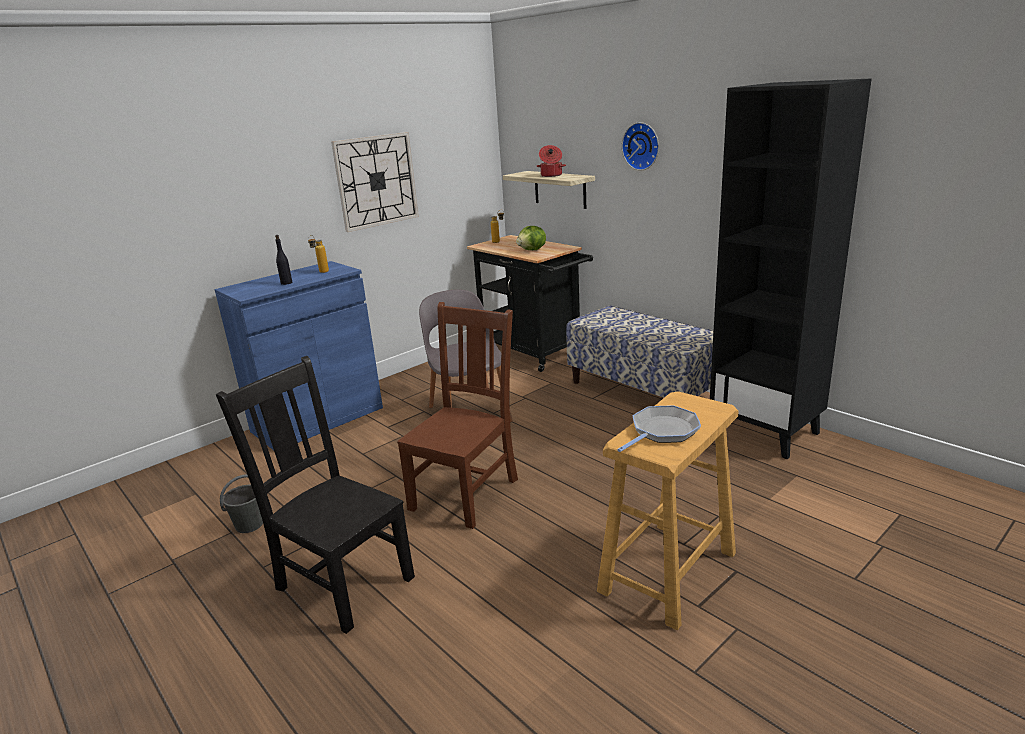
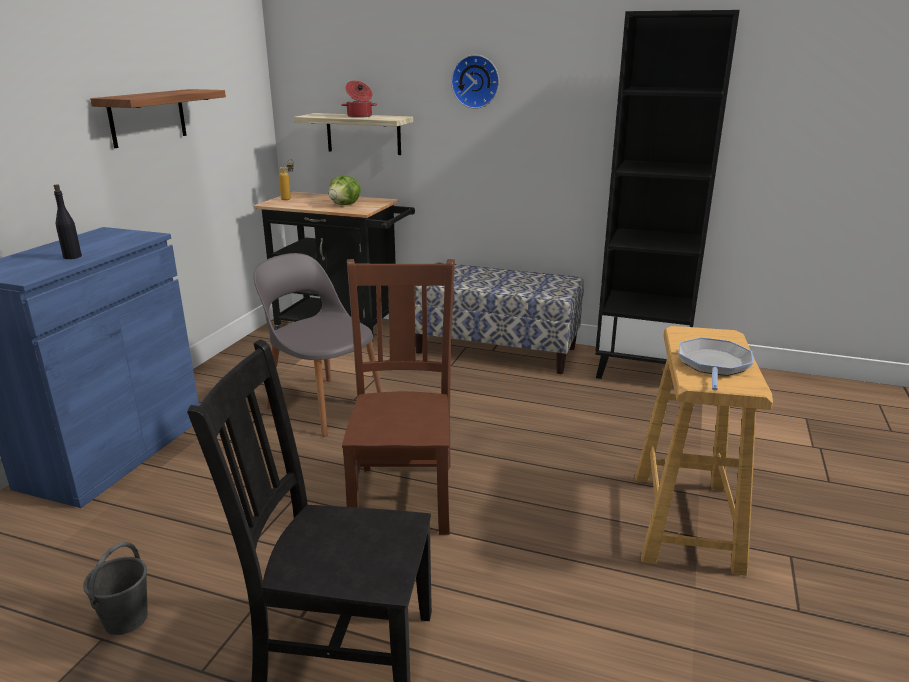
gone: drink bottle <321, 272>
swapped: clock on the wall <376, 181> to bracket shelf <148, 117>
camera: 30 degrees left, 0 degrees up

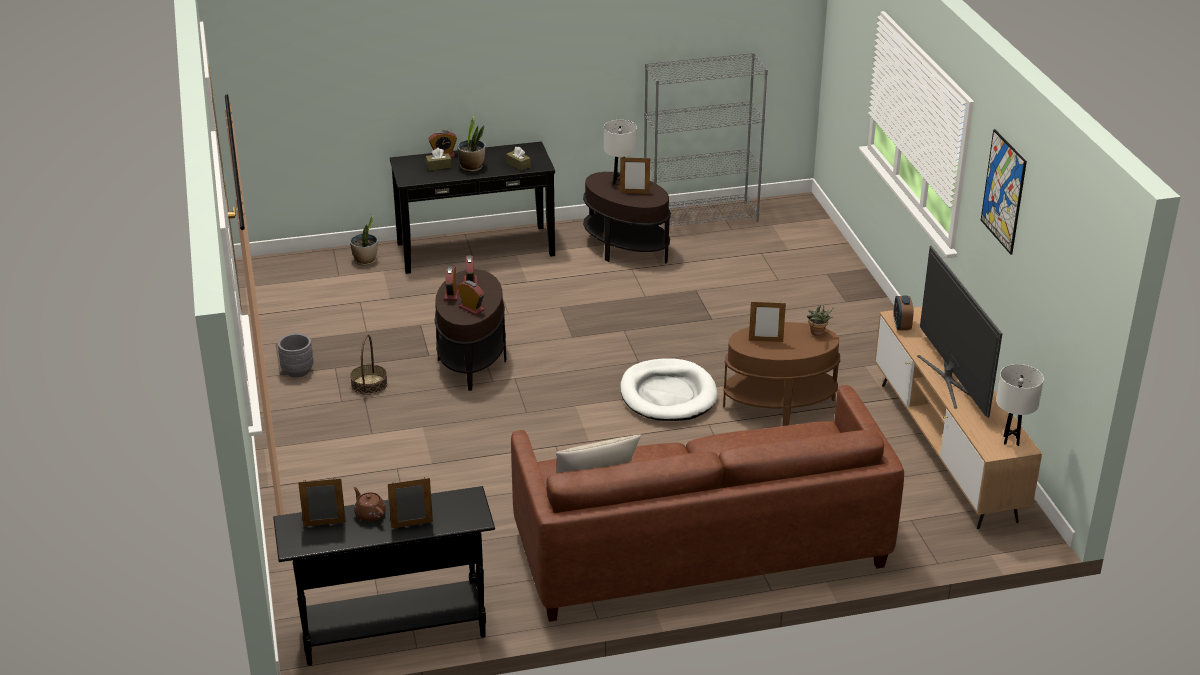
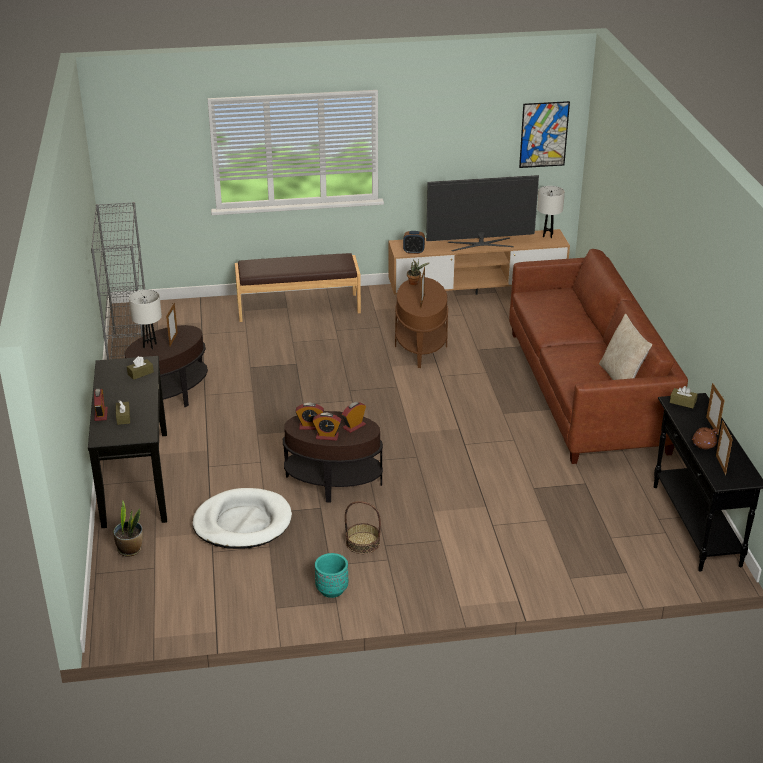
gone: houseplant <472, 167>
new: brown-coloured bench <298, 307>; brown-coloured box of tissues <682, 402>
shifted: white dog bed <668, 394> to <242, 522>; wall art <1003, 191> to <544, 134>
repainted: greyish flower pot <297, 371> to blue-green flower pot <331, 590>
camera: 85 degrees left, 0 degrees up

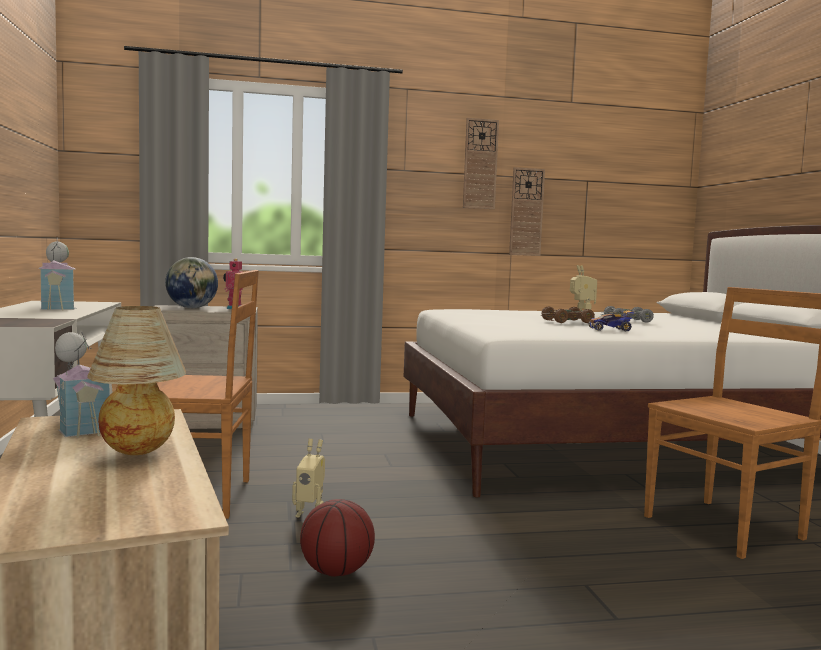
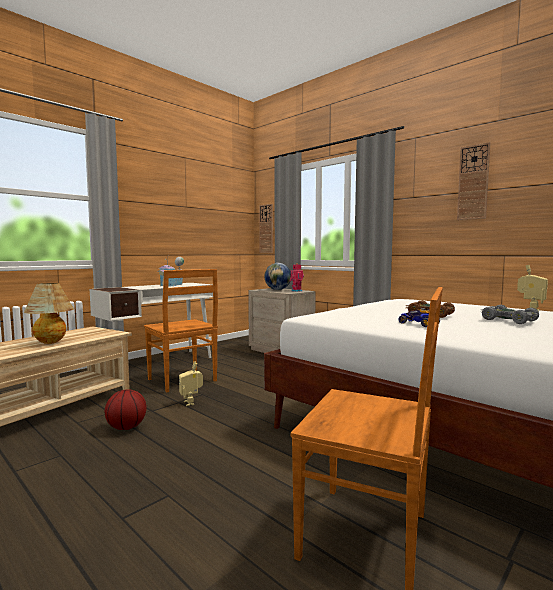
gone: model house <81, 426>
shifted: clock on the wall <526, 212> to <266, 228>
camera: 55 degrees right, 0 degrees up

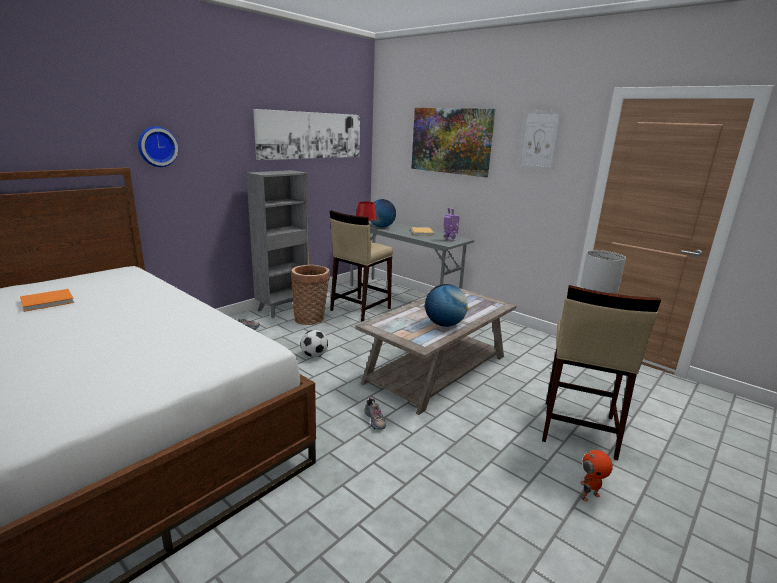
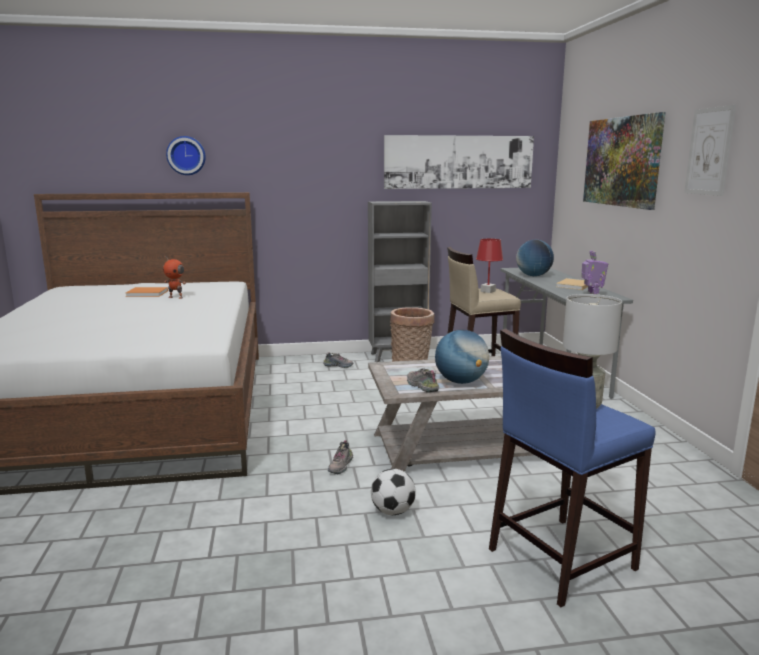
new: shoe <421, 386>
shifted: model robot <589, 495> to <176, 297>; clock on the wall <157, 146> to <186, 155>; ball for football <314, 355> to <393, 511>
repainted: beige-coloured stool seat <577, 429> to blue stool seat <559, 558>
camera: 40 degrees right, 5 degrees down

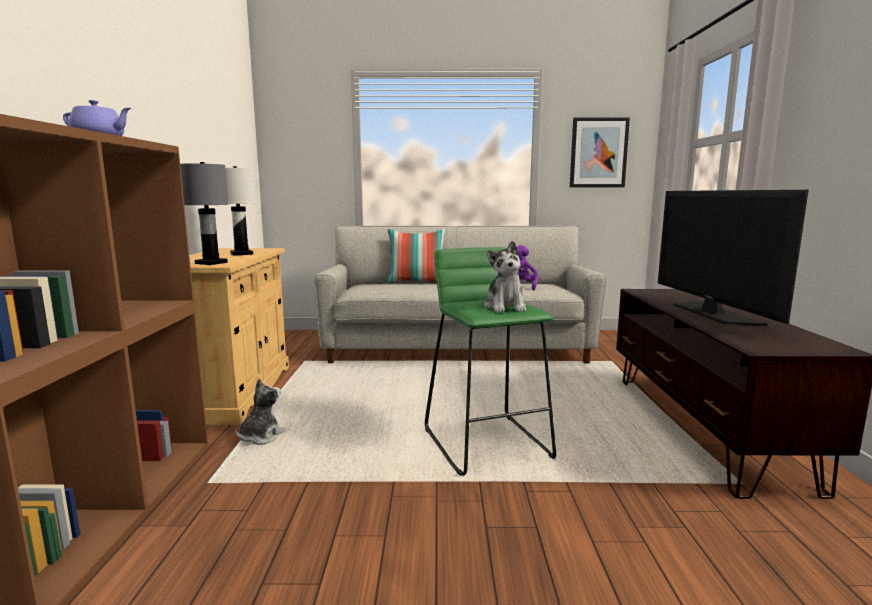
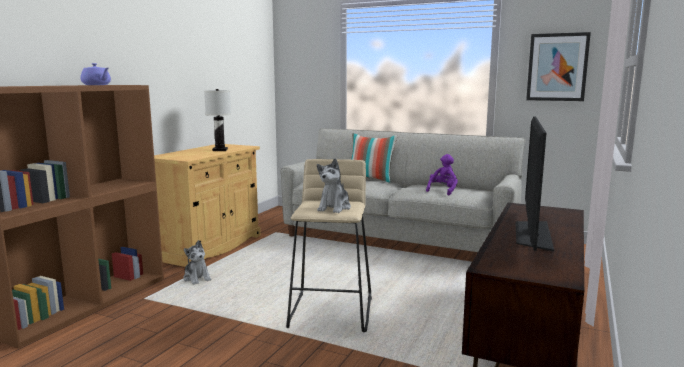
gone: greyish tabletop lamp <211, 263>
repainted: green stool seat <487, 443> to beige-coloured stool seat <331, 312>
rotated: cuddly toy <261, 437> = <197, 278> 90 degrees clockwise
camera: 25 degrees right, 0 degrees up

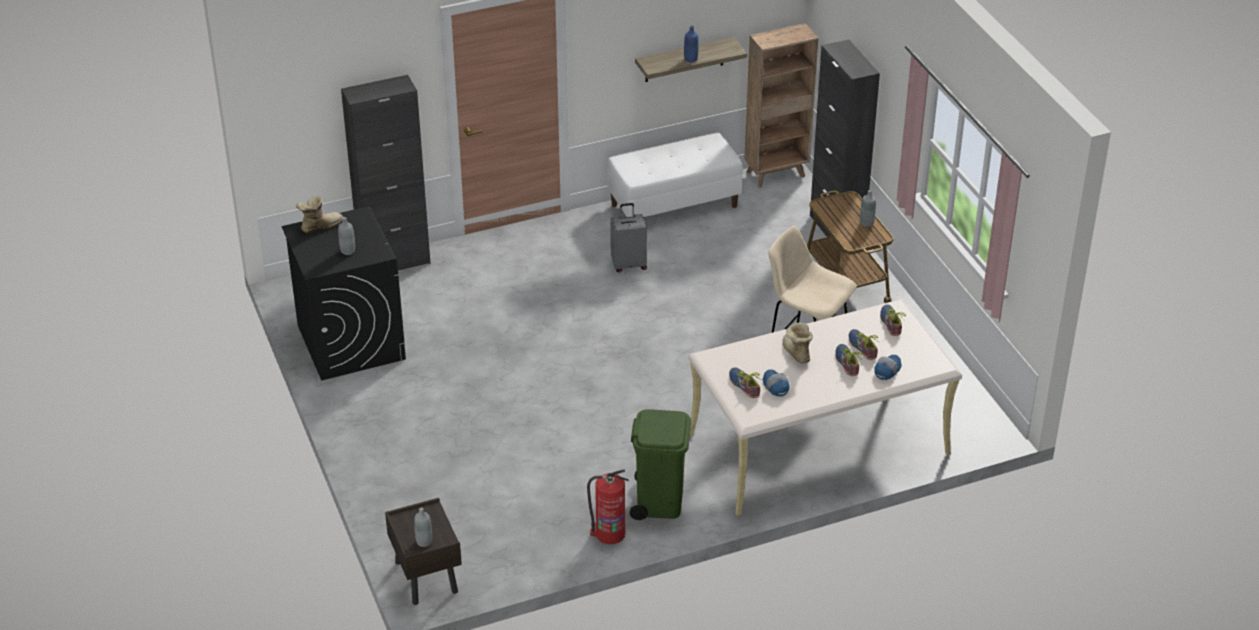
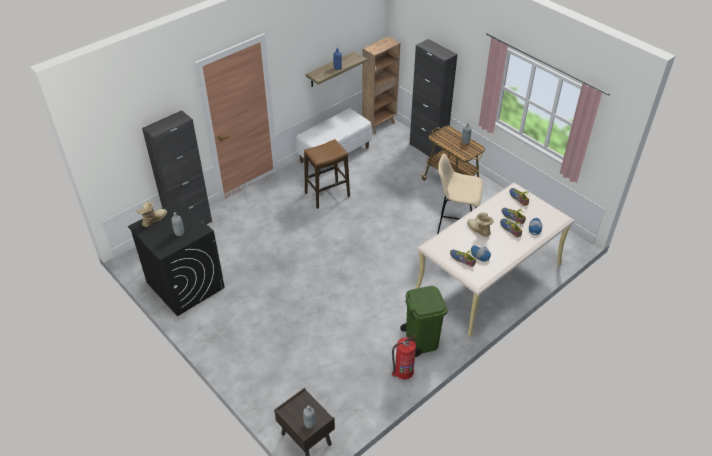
swapped: greyish travel case <629, 264> to stool seat <327, 194>
camera: 20 degrees left, 5 degrees up

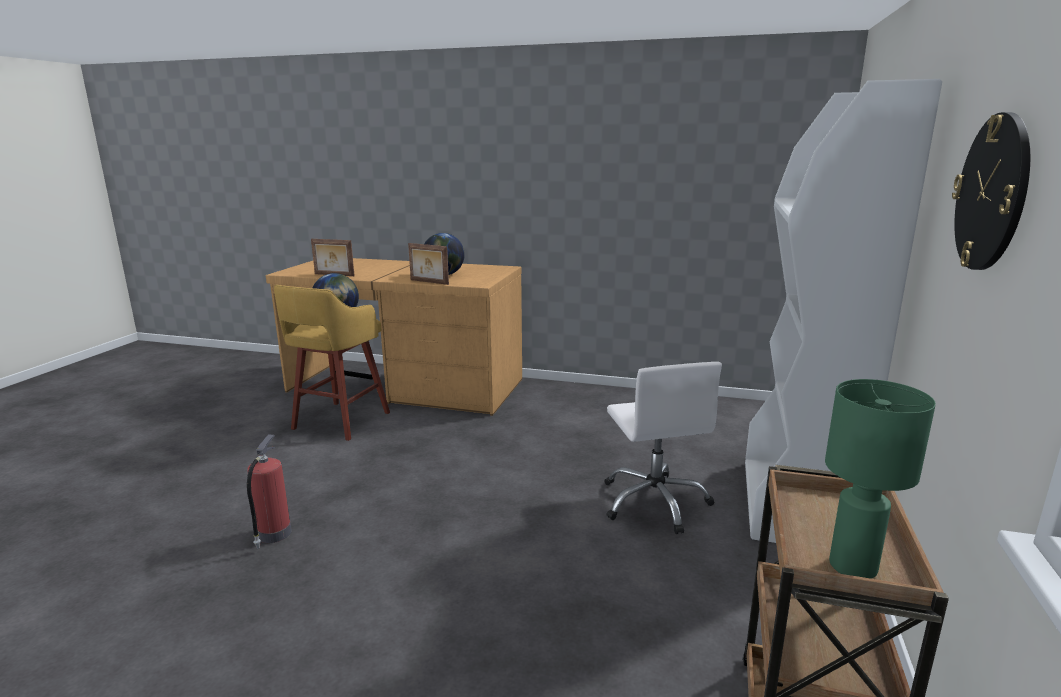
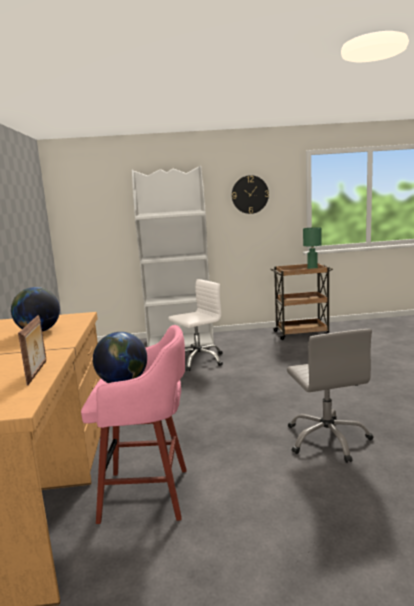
gone: standing frame <428, 282>
swapped: fire extinguisher <273, 534> to greyish computer chair <327, 439>
repainted: yellow-coloured stool seat <339, 422> to pink stool seat <148, 495>
camera: 110 degrees left, 5 degrees down

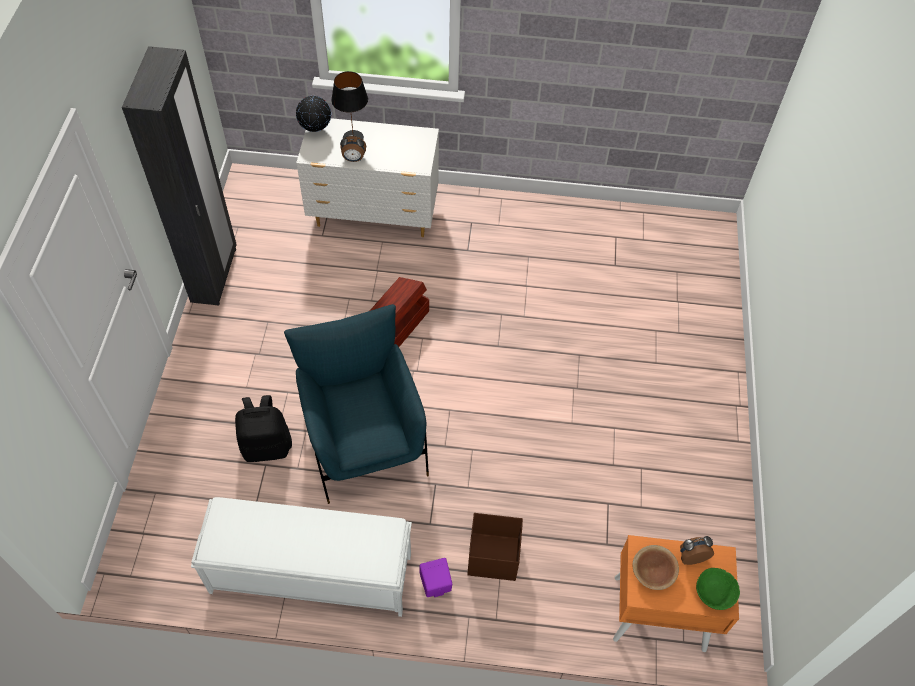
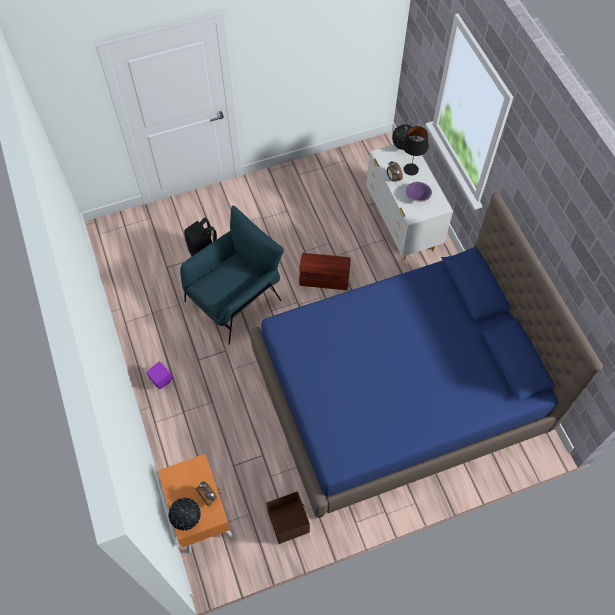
gone: black armoire <214, 275>; white bench <309, 573>; brown-coloured deep dish <653, 572>
new: blue sleeping bed <399, 391>; purplish deep dish <417, 196>
shifted: brown-coloured storage container <492, 556> to <288, 521>
swapped: green deep dish <713, 595> to globe <187, 519>
camera: 65 degrees right, 5 degrees up

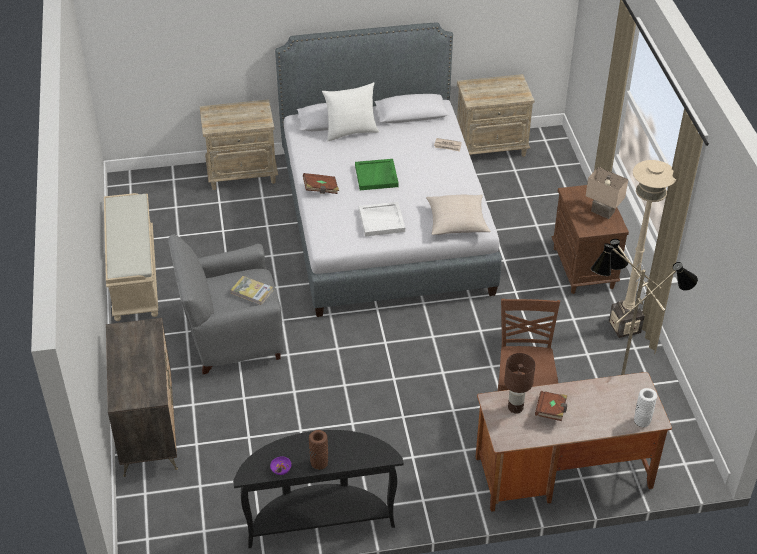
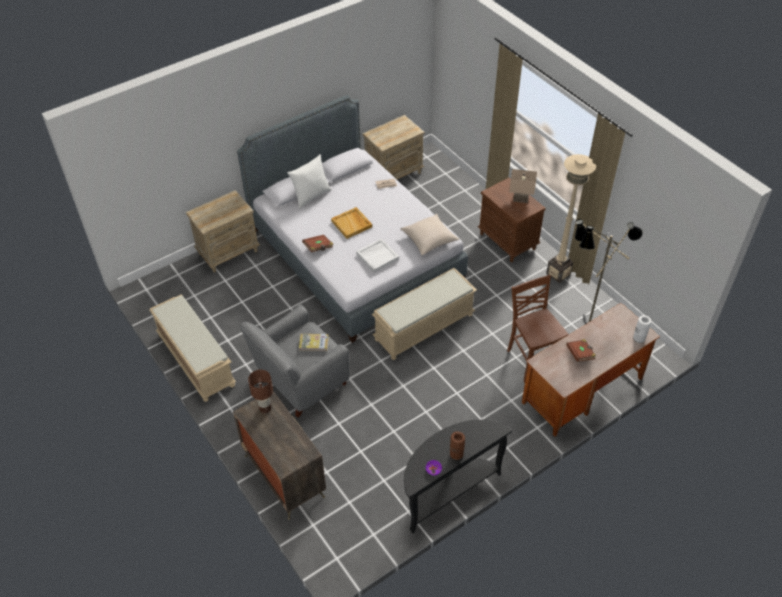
new: beige-coloured bench <424, 326>
shifted: brown-coloured tabletop lamp <515, 408> to <265, 408>
repainted: green tray <377, 176> to beige-coloured tray <352, 224>
camera: 25 degrees left, 5 degrees up

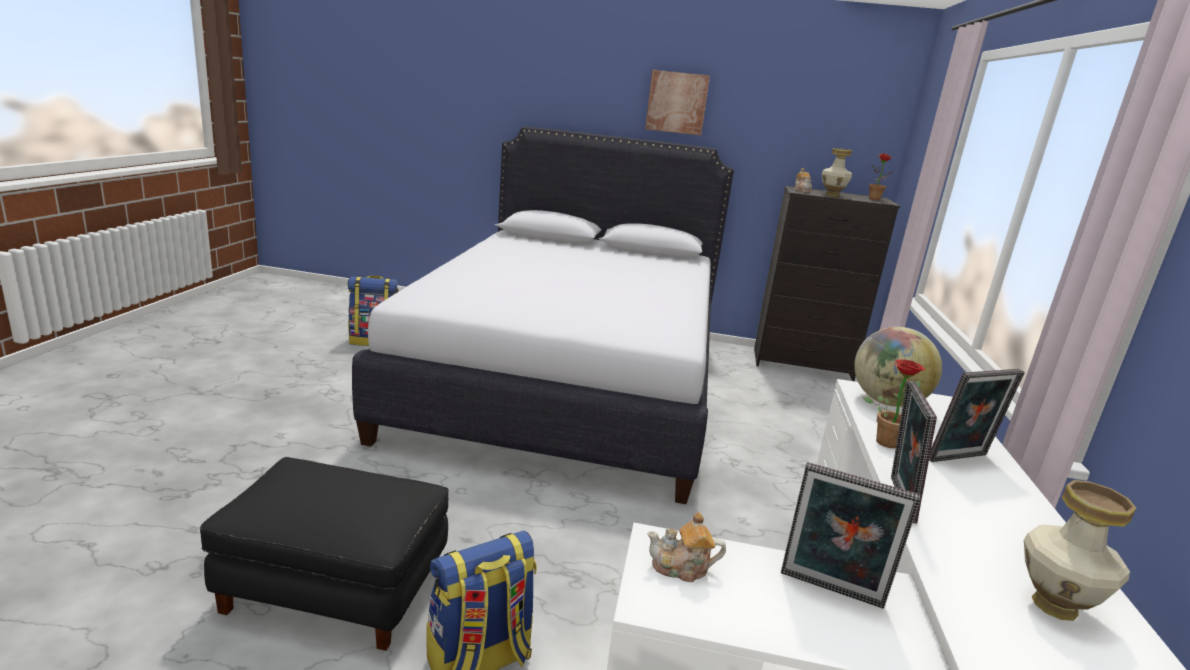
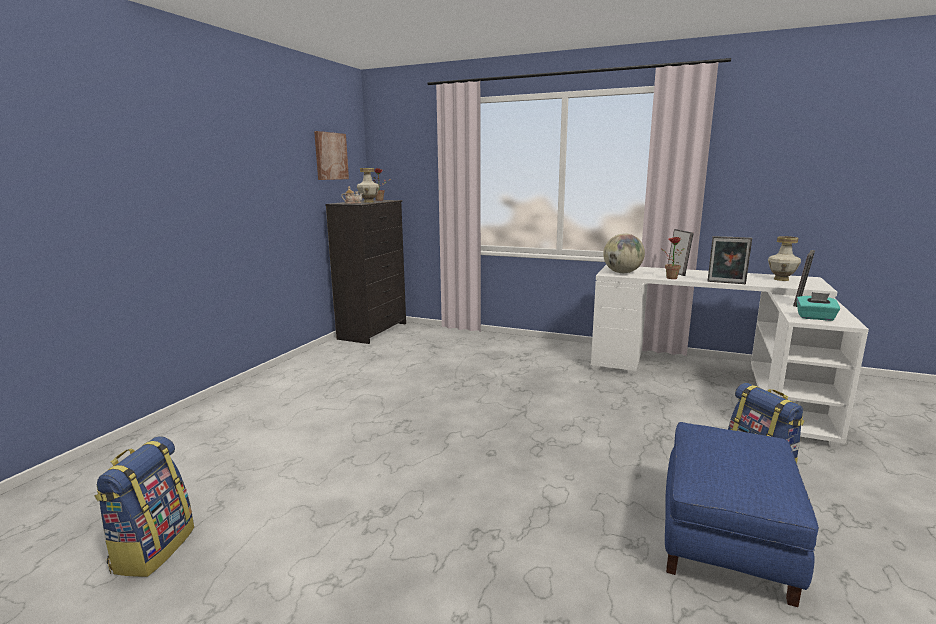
gone: white sleeping bed <567, 380>
shifted: wall art <677, 102> to <330, 156>
swapped: tea pot <681, 568> to blue-green box of tissues <815, 318>
repainted: black footrest <334, 587> to blue footrest <726, 539>
camera: 75 degrees left, 5 degrees down

